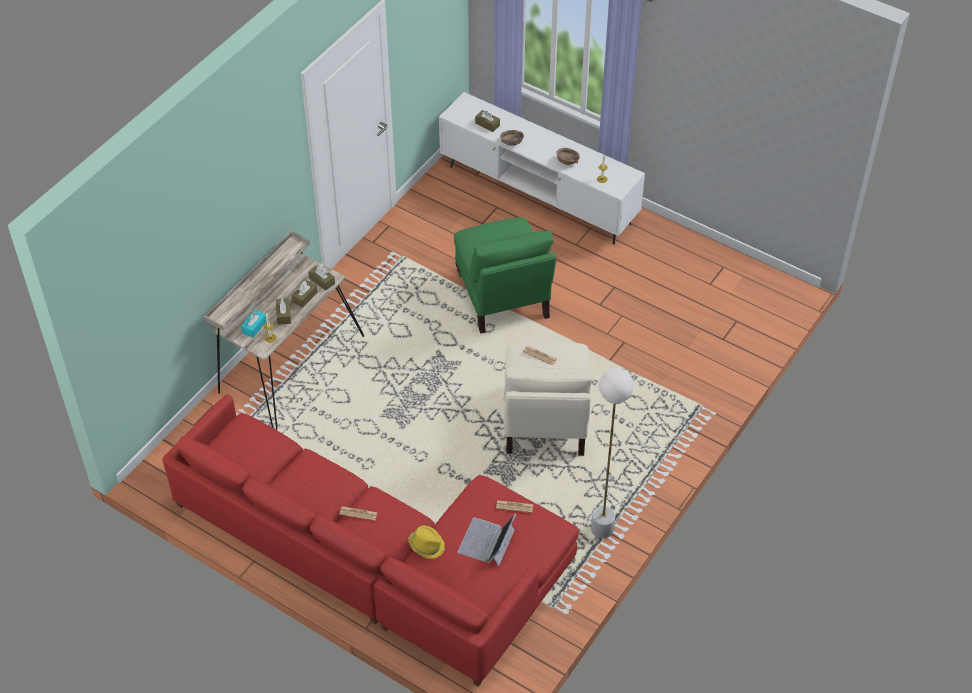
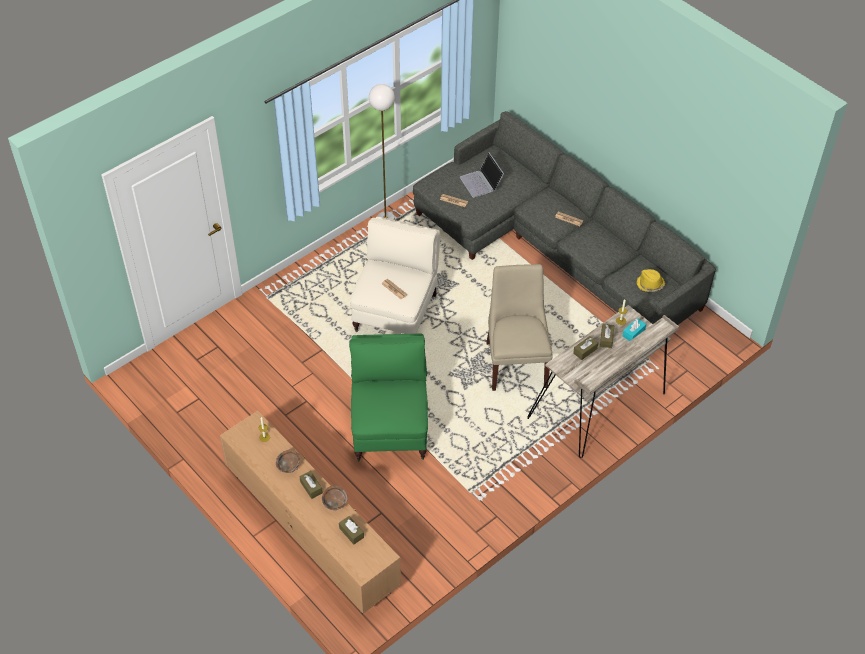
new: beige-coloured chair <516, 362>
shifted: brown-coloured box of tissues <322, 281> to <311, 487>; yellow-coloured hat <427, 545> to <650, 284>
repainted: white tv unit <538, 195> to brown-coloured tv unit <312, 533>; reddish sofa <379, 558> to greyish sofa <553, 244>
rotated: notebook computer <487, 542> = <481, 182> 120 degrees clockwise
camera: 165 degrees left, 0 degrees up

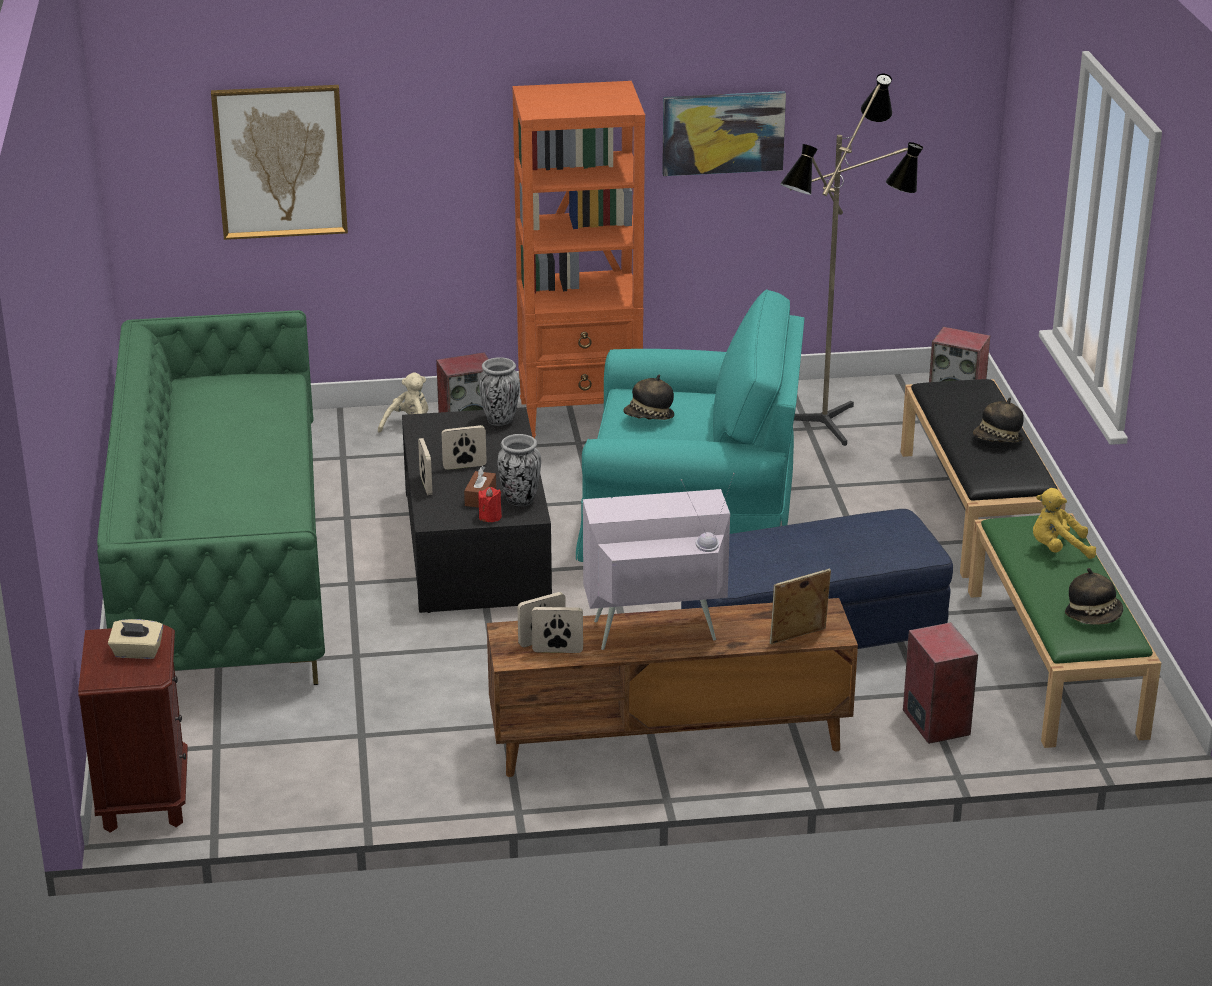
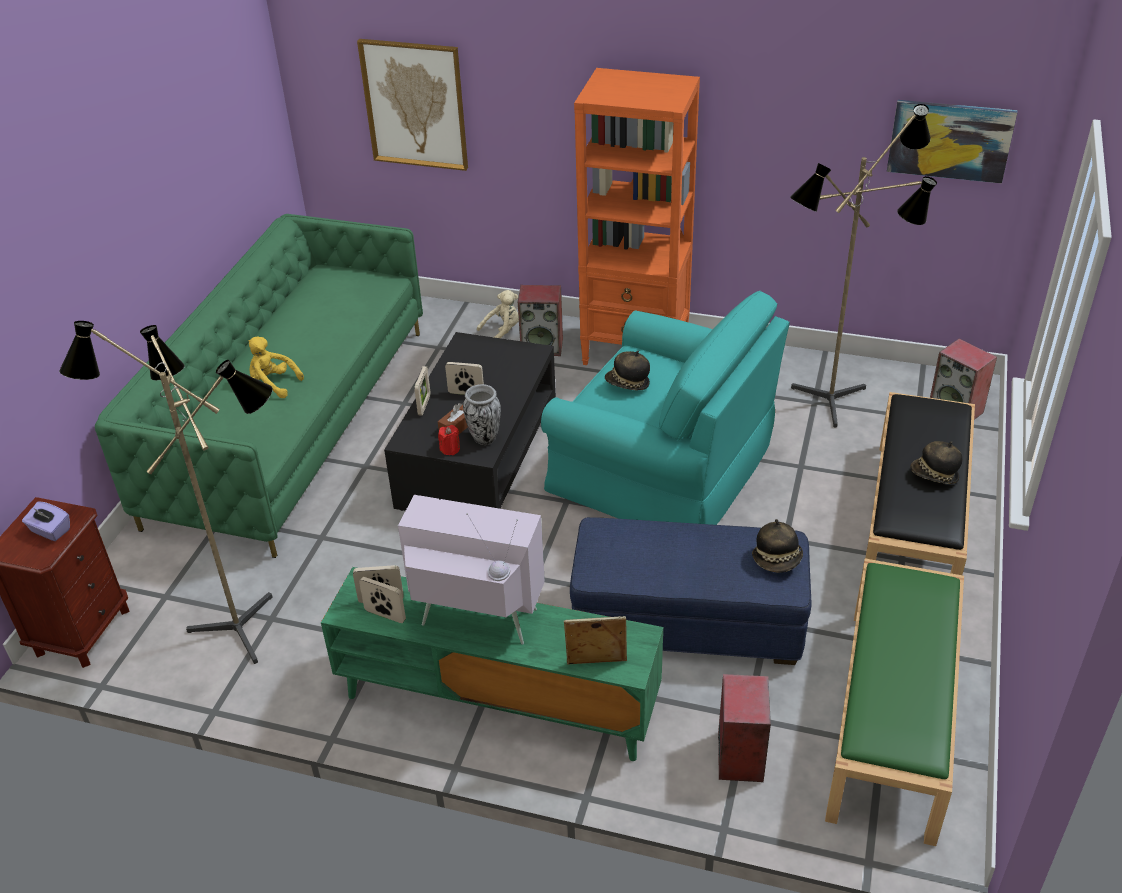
gone: vase <500, 420>
new: standard lamp <239, 621>
shifted: yellow-coloured cuddly toy <1058, 549> to <272, 385>; hat <1093, 616> to <777, 560>; wall art <723, 132> to <950, 140>
repainted: beige-coloured box of tissues <137, 652> to purplish box of tissues <50, 531>; brown-coloured tv unit <667, 742> to green tv unit <496, 702>
camera: 25 degrees right, 10 degrees up

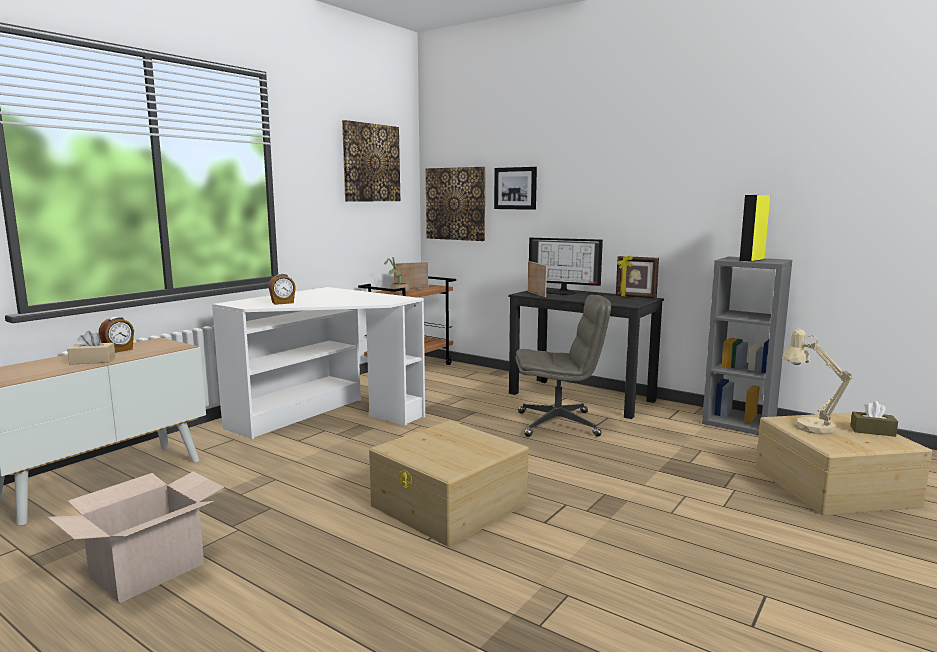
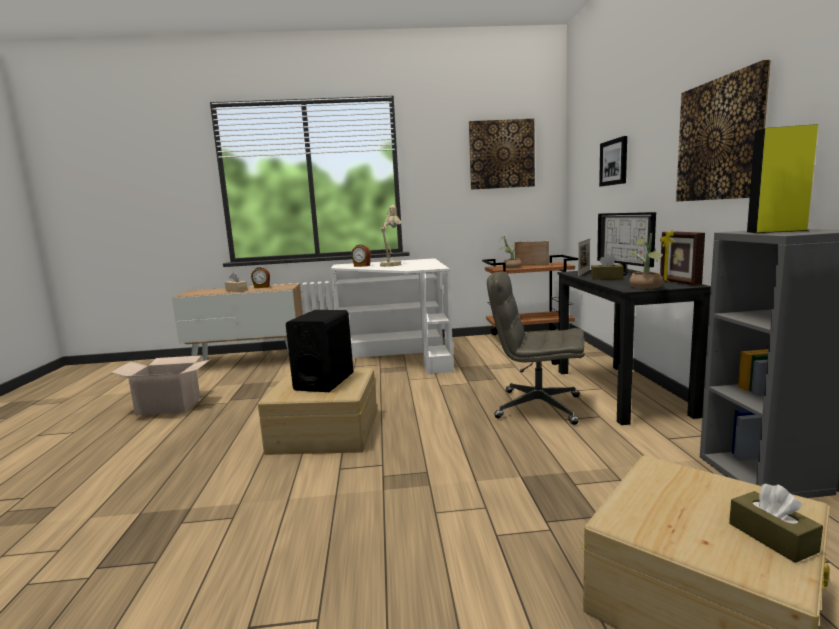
new: black loudspeaker <324, 381>; brown-coloured box of tissues <606, 278>; houseplant <646, 287>
shifted: beige-coloured tabletop lamp <807, 426> to <392, 264>; wall art <456, 204> to <720, 140>
rotated: greyish computer chair <559, 424> = <537, 407> 150 degrees clockwise
camera: 50 degrees right, 0 degrees up

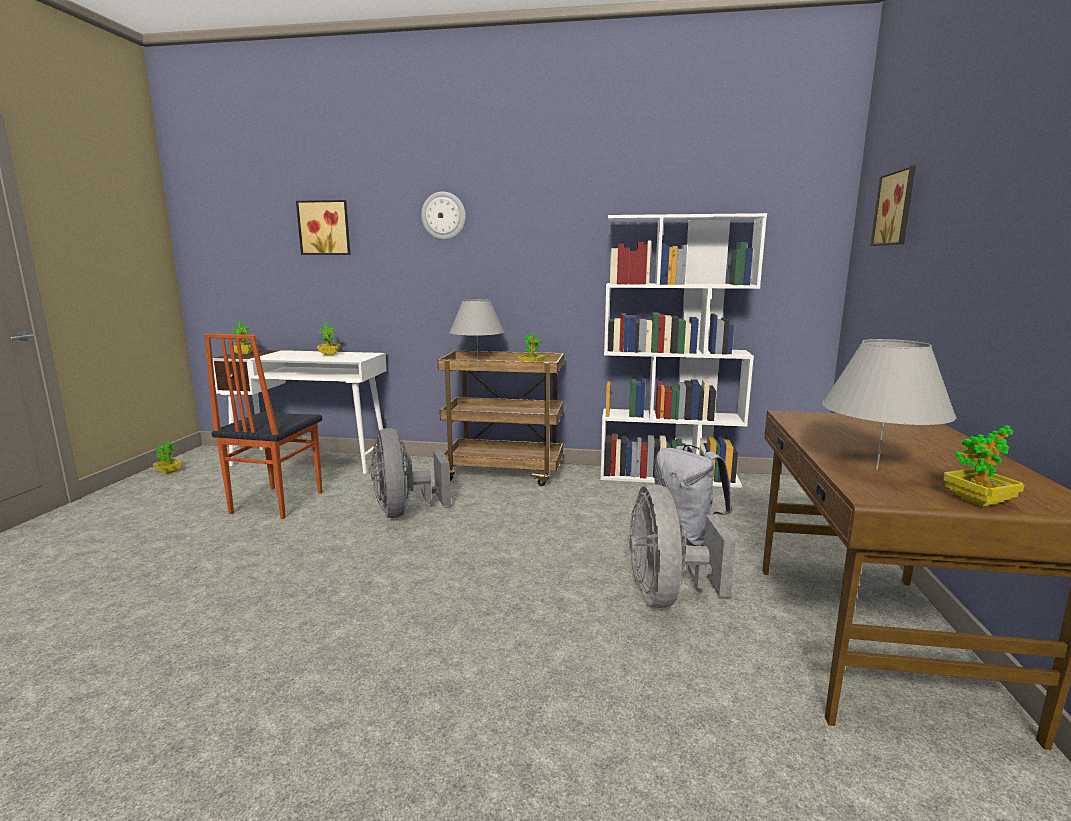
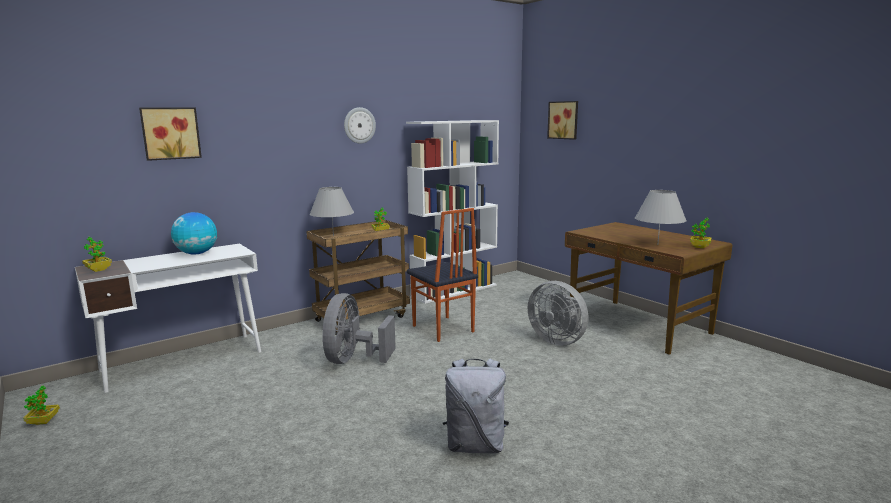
shifted: clock on the wall <443, 216> to <359, 125>; chair <275, 502> to <442, 329>; greyish knapsack <685, 538> to <475, 445>
swapped: houseplant <329, 354> to globe <196, 253>
rotated: greyish cooling fan <404, 511> = <353, 360> 75 degrees clockwise
camera: 45 degrees left, 0 degrees up

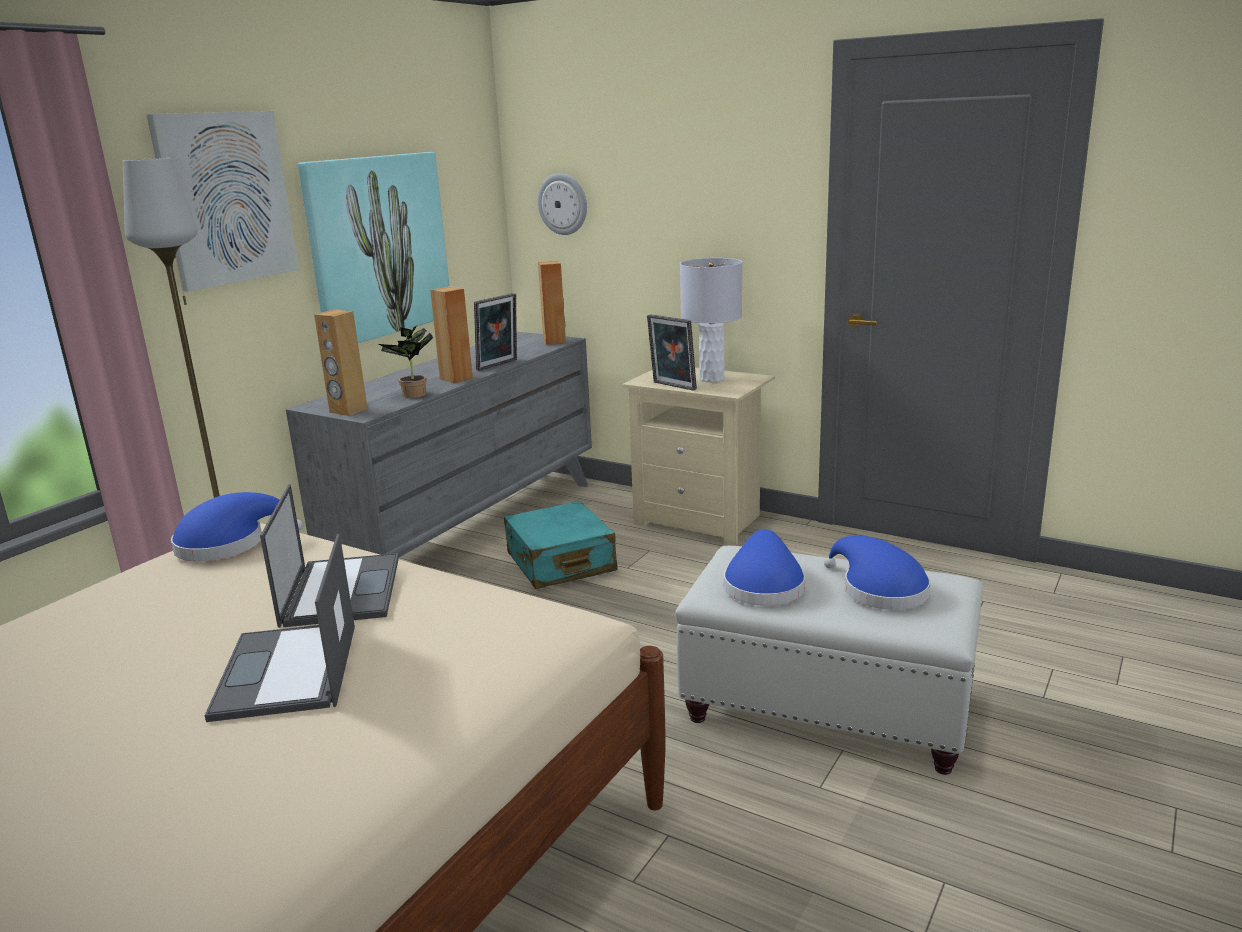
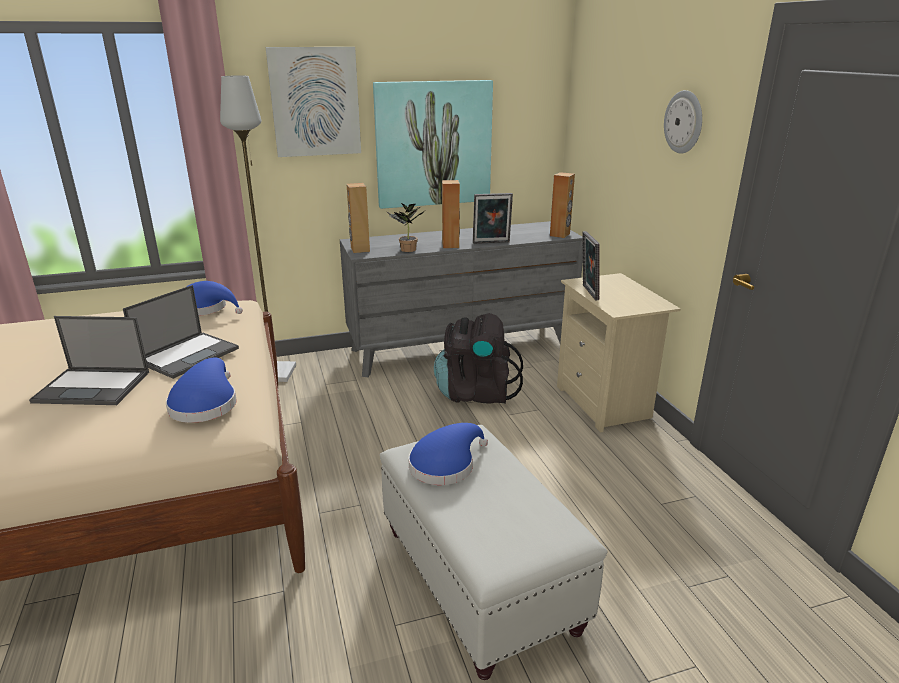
gone: greyish tabletop lamp <711, 379>
shifted: blue hat <879, 590> to <205, 404>; clock on the wall <563, 204> to <684, 122>
swapped: blue-green travel case <560, 562> to black knapsack <476, 393>
rotated: notebook computer <287, 672> = <94, 387> 120 degrees counterclockwise
camera: 40 degrees right, 5 degrees up

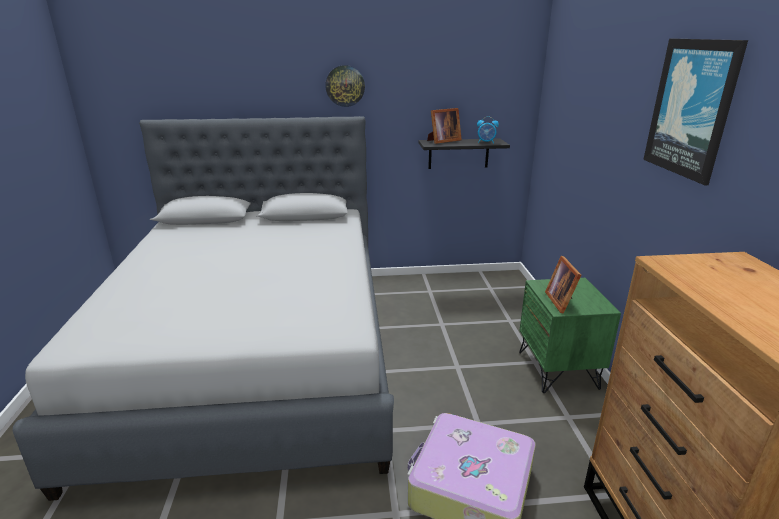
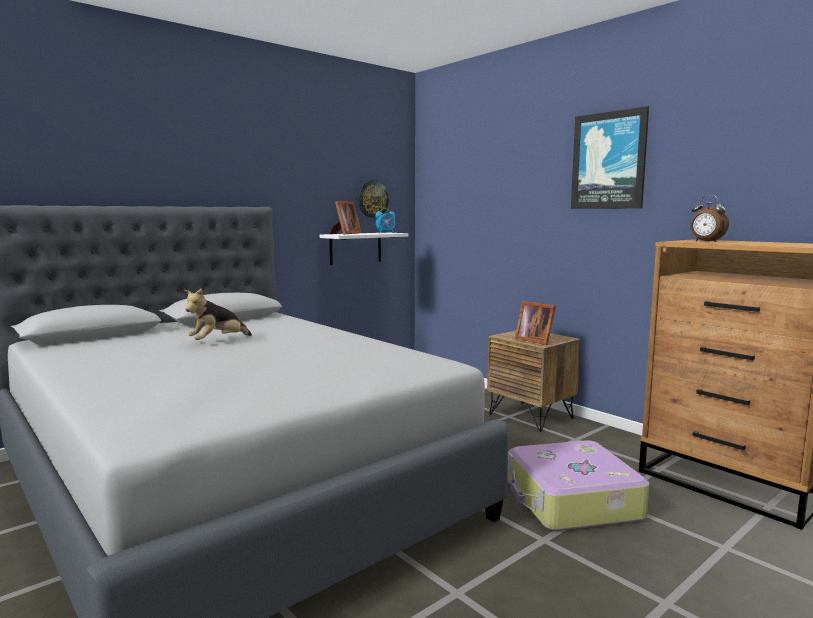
new: cuddly toy <218, 342>; alarm clock <706, 241>
shifted: clock on the wall <345, 86> to <372, 199>
repainted: black bracket shelf <458, 153> to white bracket shelf <355, 248>; green night table <558, 370> to brown-coloured night table <531, 416>
camera: 35 degrees left, 15 degrees down

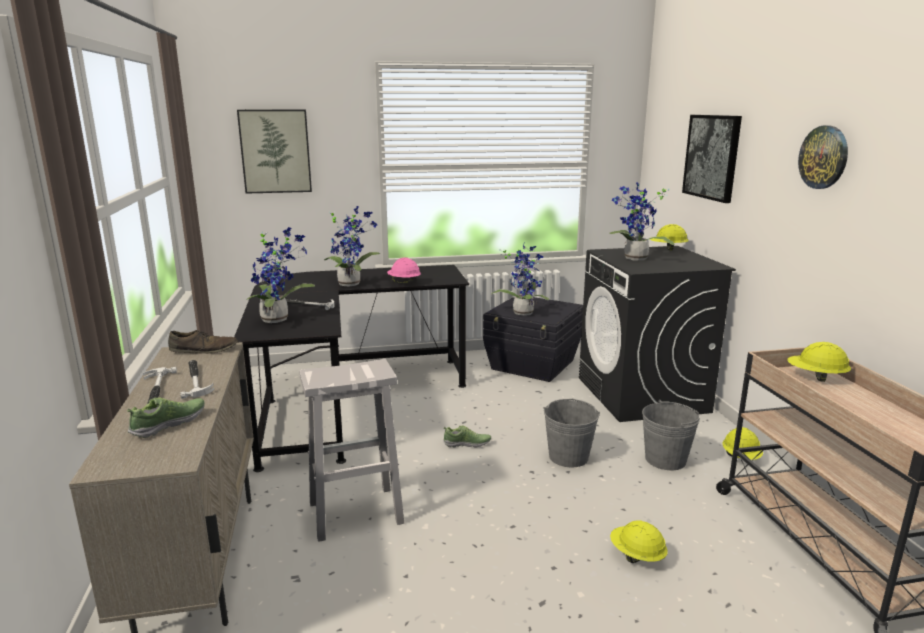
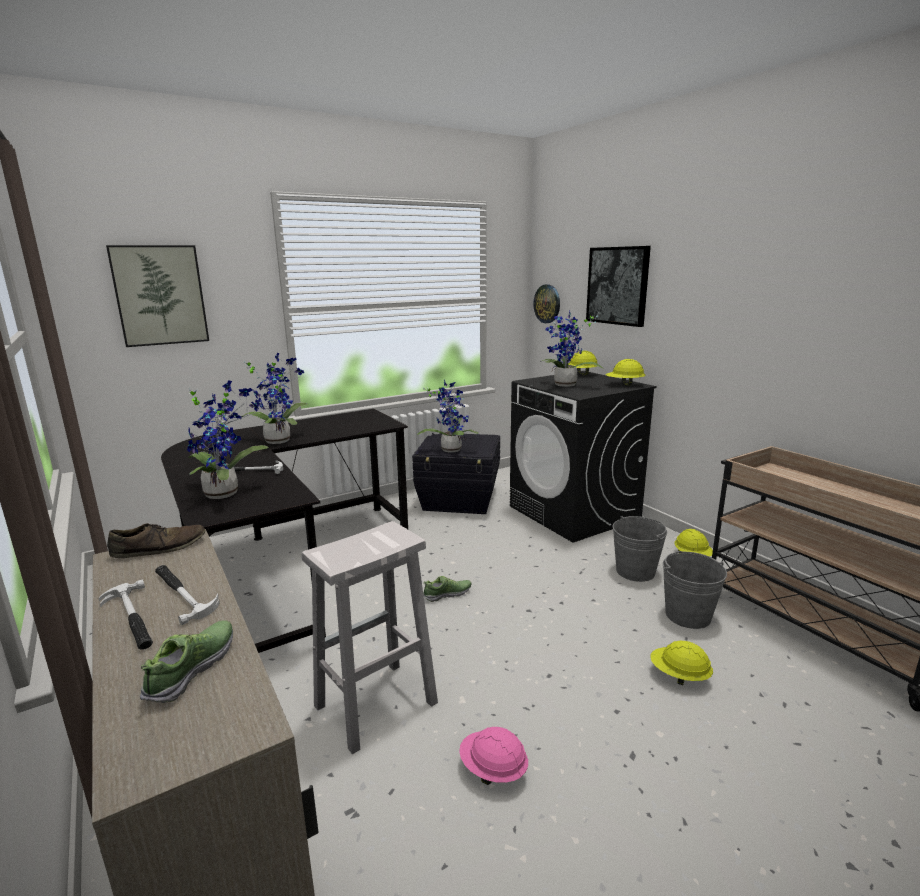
shifted: pink work helmet <404, 282> to <493, 770>; clock on the wall <824, 157> to <547, 303>; yellow-coloured work helmet <815, 378> to <624, 385>; greyish bucket <568, 457> to <688, 615>
camera: 20 degrees left, 0 degrees up

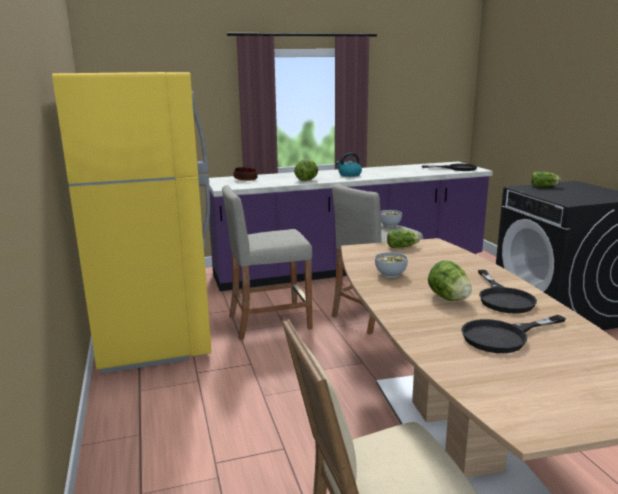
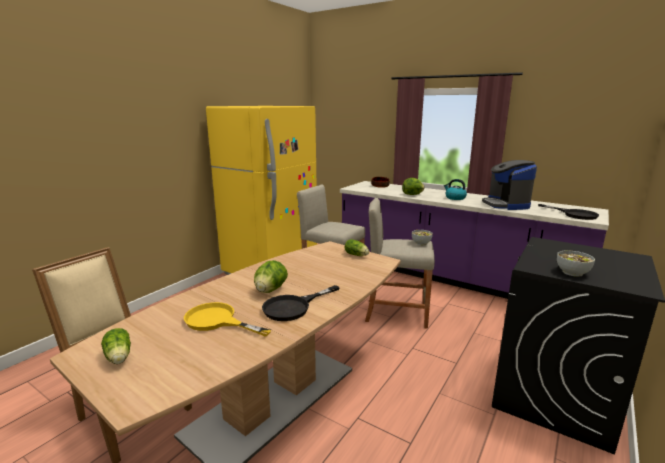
new: coffee brewer <506, 204>
shifted: lettuce <545, 186> to <119, 358>; deep dish <391, 274> to <572, 273>
repainted: black frying pan <503, 336> to yellow-coloured frying pan <217, 321>
camera: 50 degrees right, 0 degrees up

